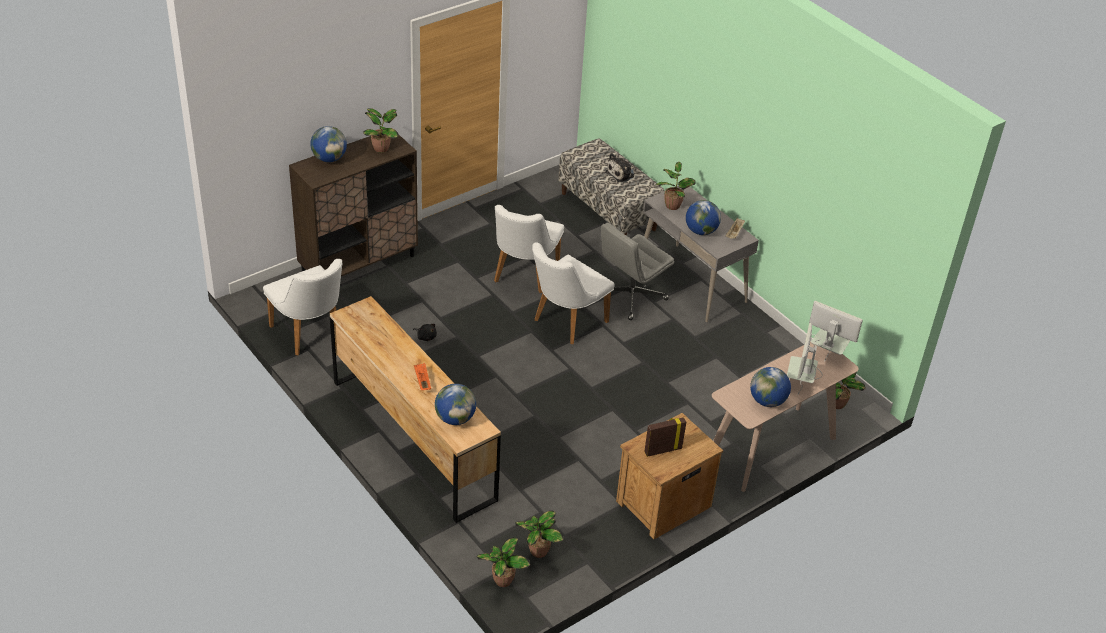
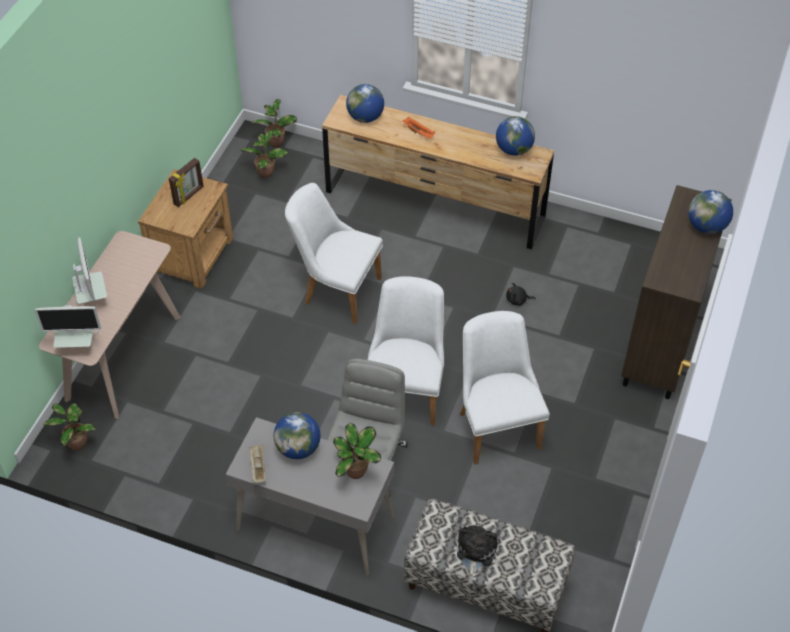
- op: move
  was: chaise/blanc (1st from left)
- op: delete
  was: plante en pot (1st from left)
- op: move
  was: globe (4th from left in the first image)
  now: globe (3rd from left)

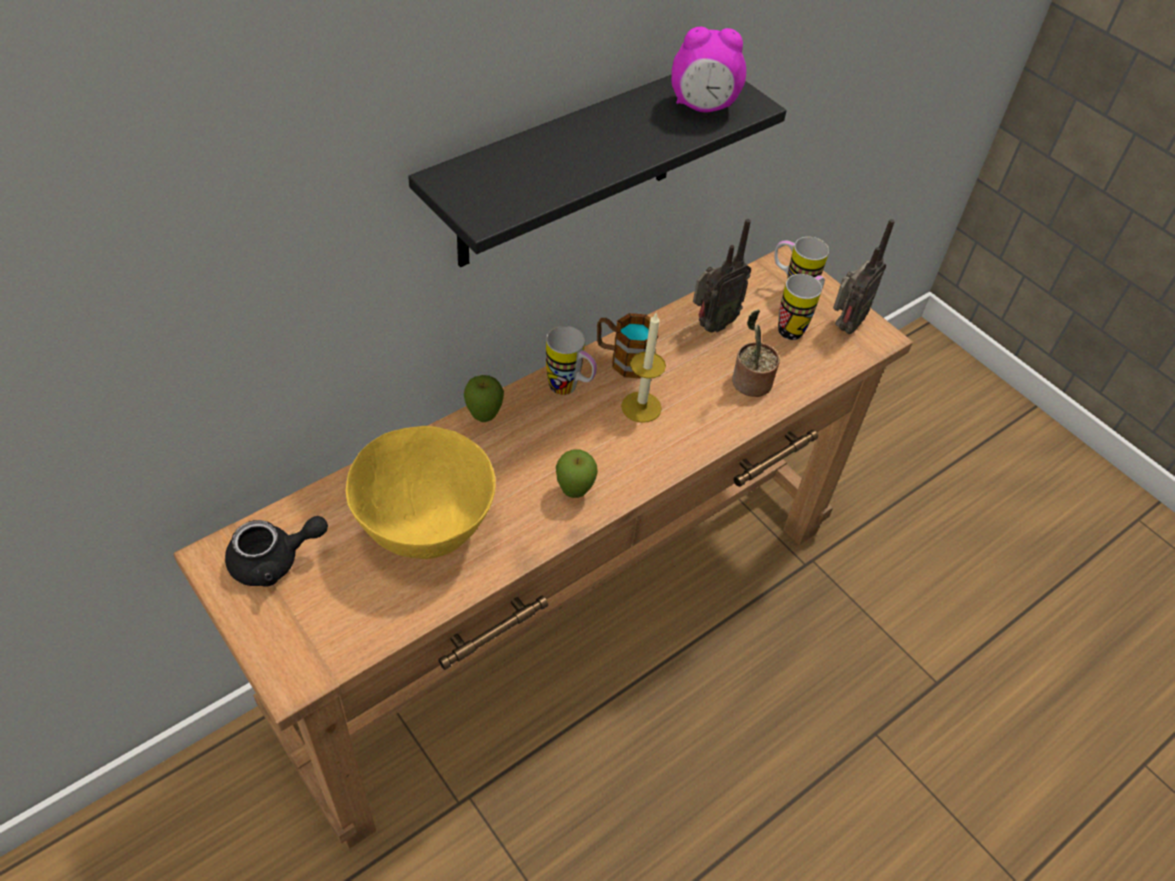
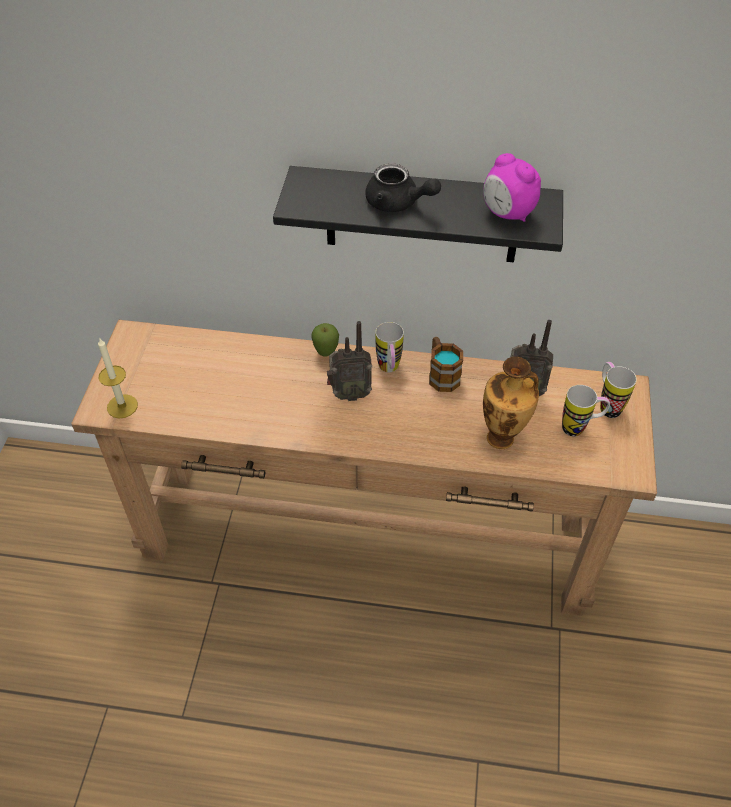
- op: move
  was: théière/noir
- op: delete
  was: bol/jaune
- op: delete
  was: pomme (2nd from left)
- op: move
  was: bougie
- op: replace
  was: plante en pot
  now: vase
- op: move
  was: radio (2nd from left in the first image)
  now: radio (1st from left)

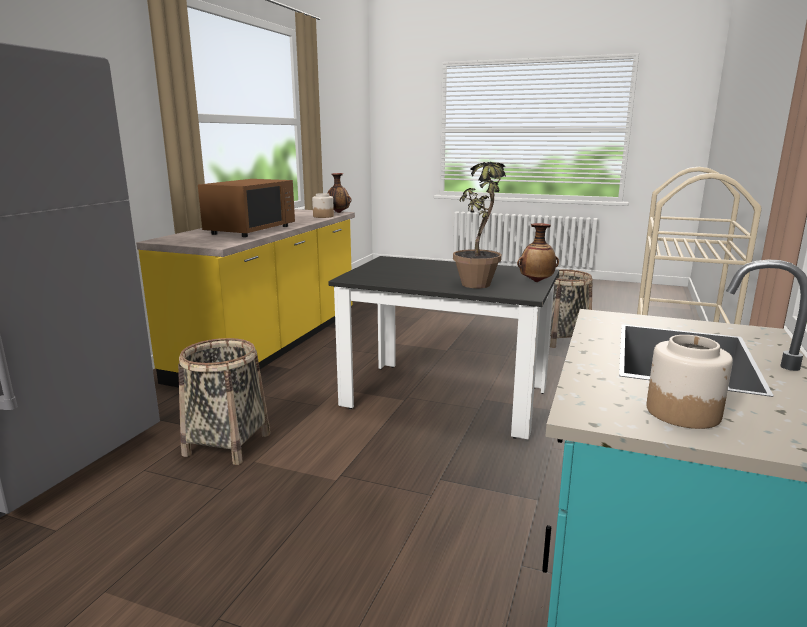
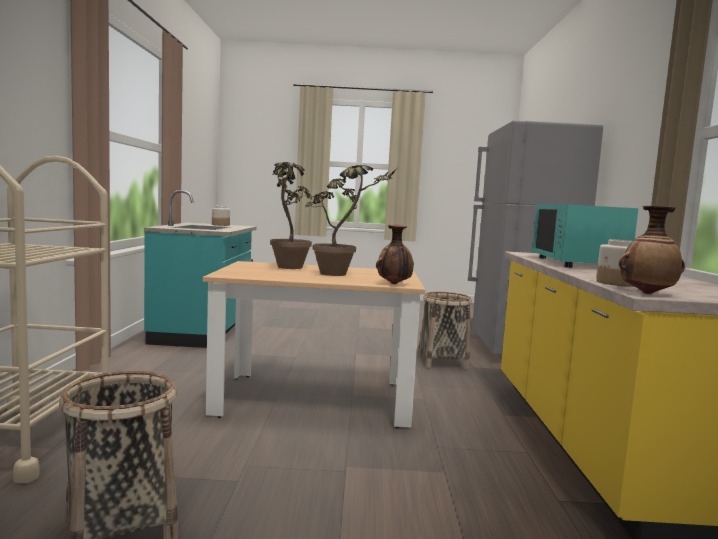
- op: recolor
  was: micro-ondes/marron
  now: micro-ondes/turquoise
- op: recolor
  was: table à manger/noir
  now: table à manger/beige
- op: move
  was: vase (2nd from left in the first image)
  now: vase (1st from left)
- op: insert
  now: plante en pot (2nd from left)

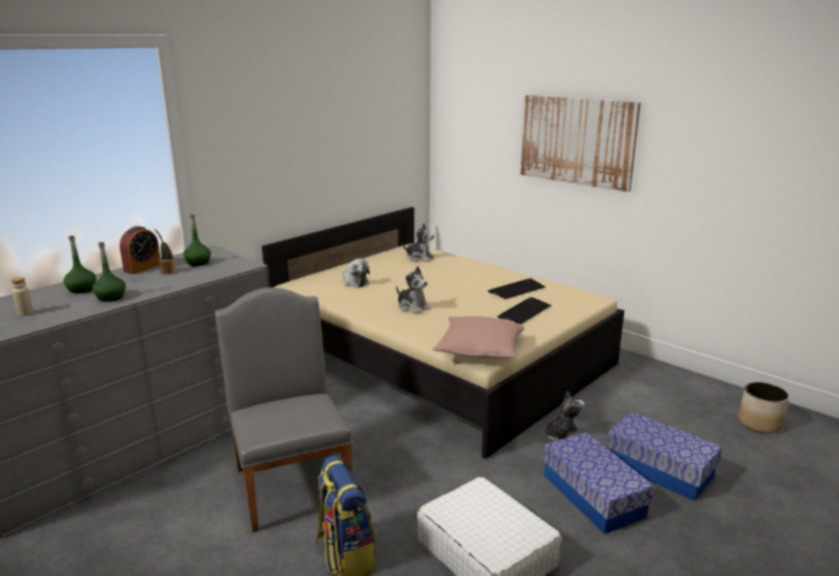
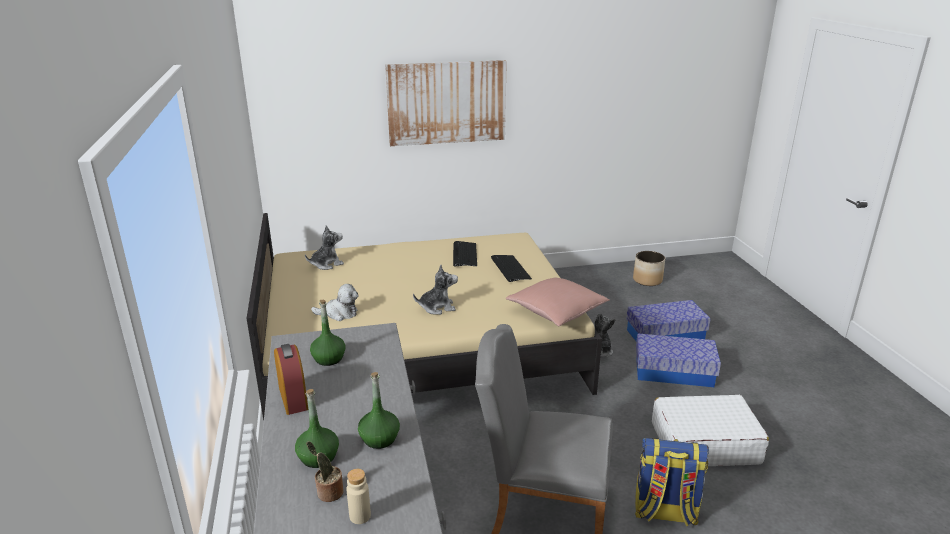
- op: move
  was: plante en pot

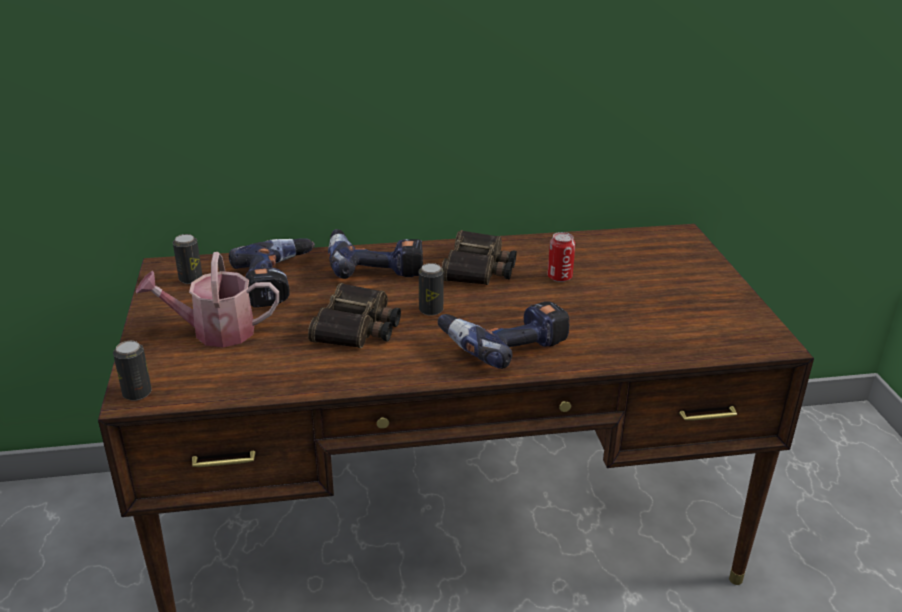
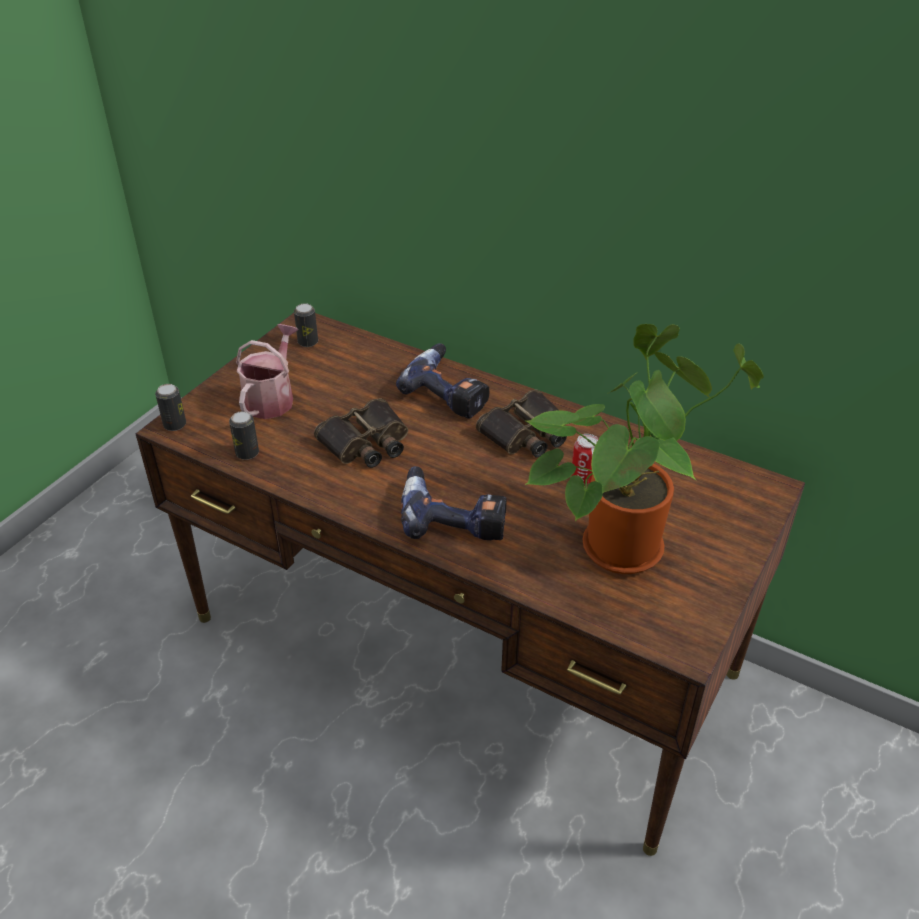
- op: rotate
  was: arrosoir
  clockwise: 75
- op: delete
  was: perceuse (1st from left)
- op: move
  was: boîte métallique (3rd from left in the first image)
  now: boîte métallique (2nd from left)
- op: insert
  now: plante en pot

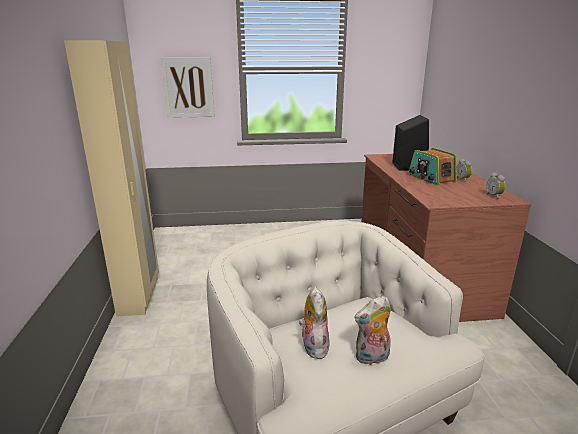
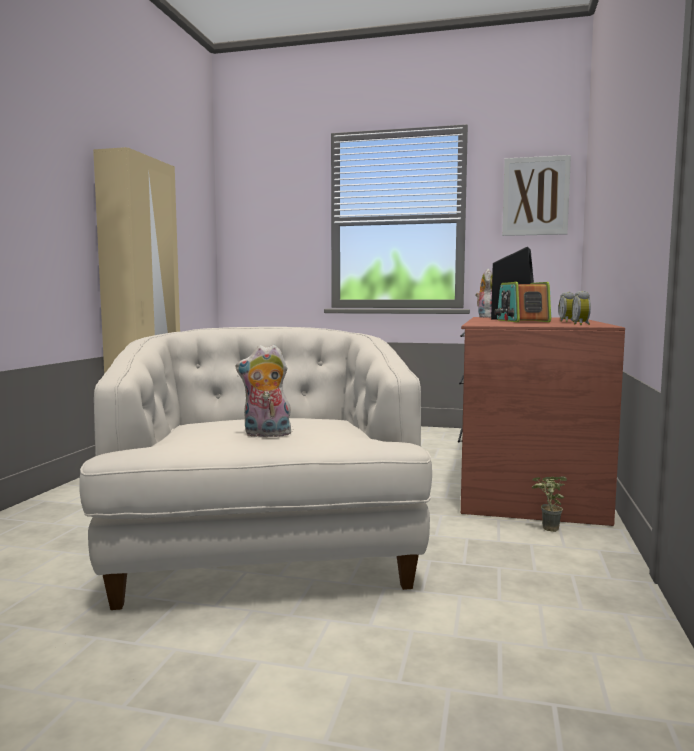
- op: move
  was: tableau
- op: move
  was: peluche (1st from left in the first image)
  now: peluche (2nd from left)
- op: insert
  now: plante en pot

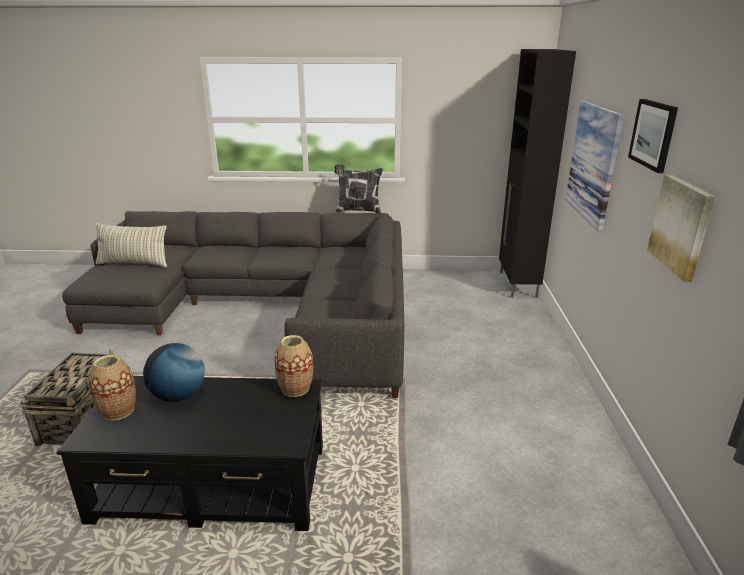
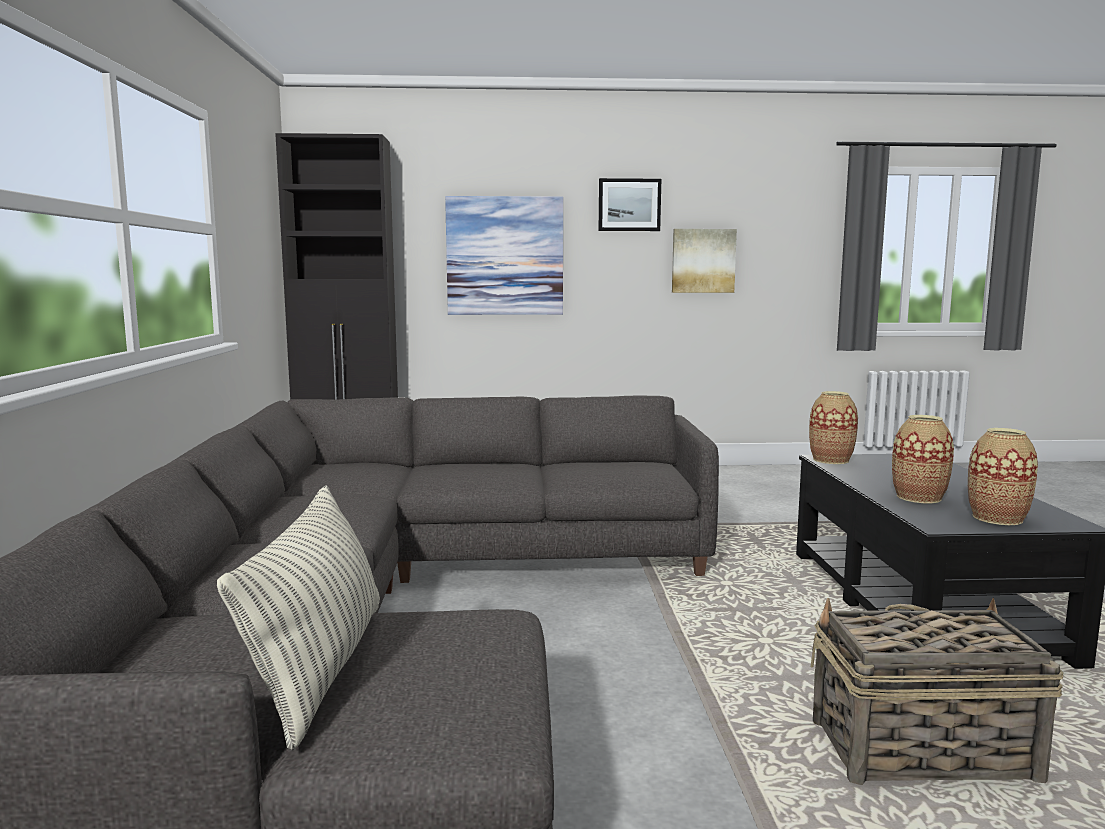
- op: replace
  was: globe
  now: vase (2nd from left)
- op: delete
  was: coussin (2nd from left)

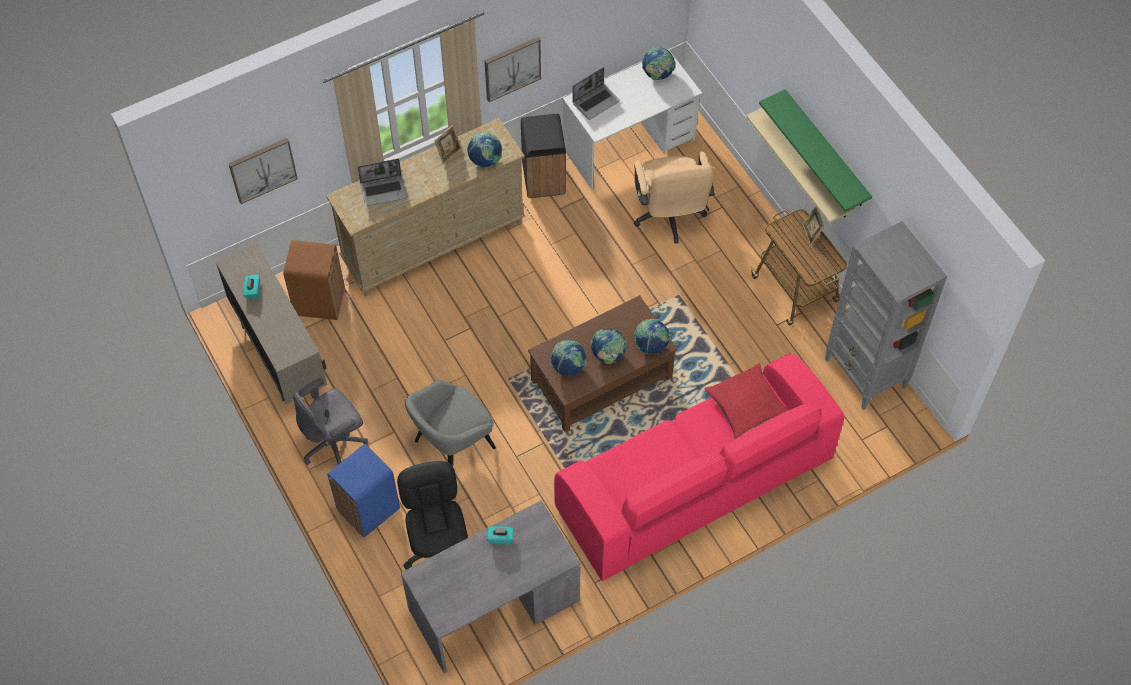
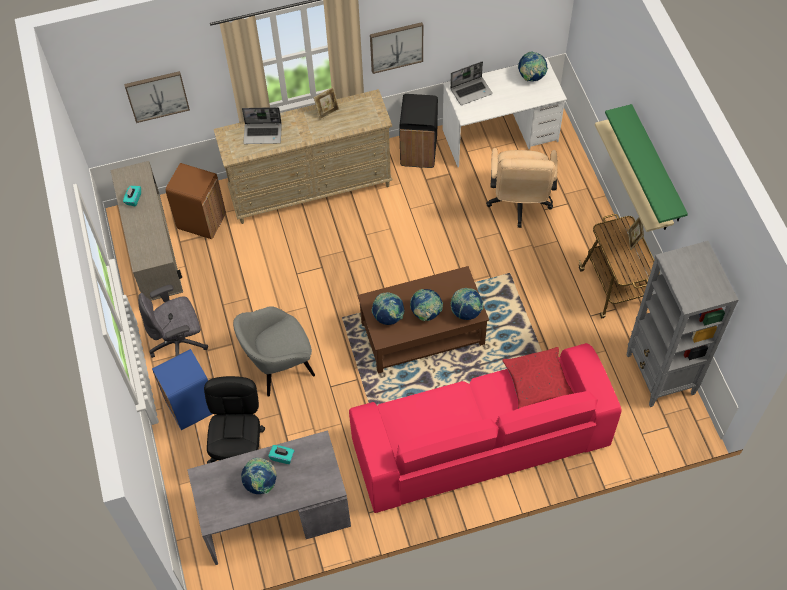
- op: move
  was: globe (1st from left)

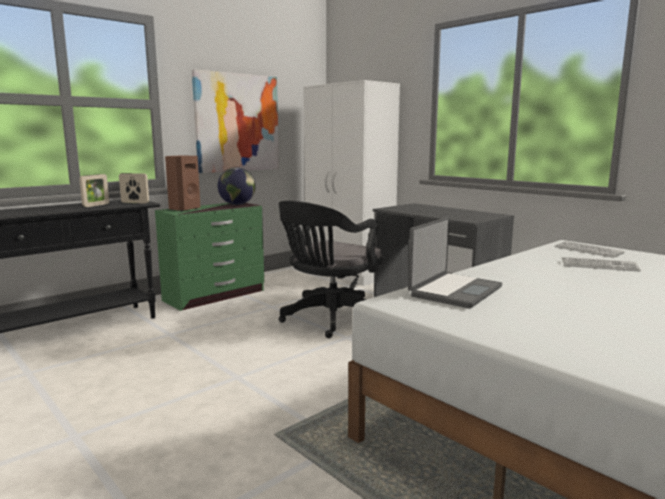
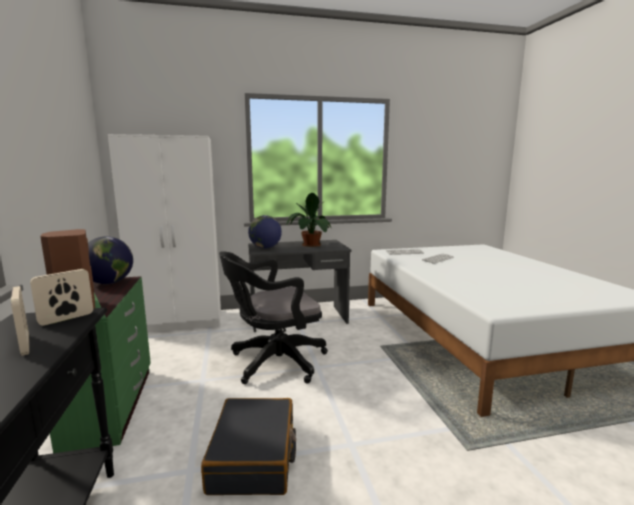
- op: delete
  was: tableau
- op: rotate
  was: chaise de bureau/noir
  clockwise: 90
- op: delete
  was: ordinateur portable
- op: insert
  now: valise/noir
- op: insert
  now: globe (2nd from left)
- op: insert
  now: plante en pot

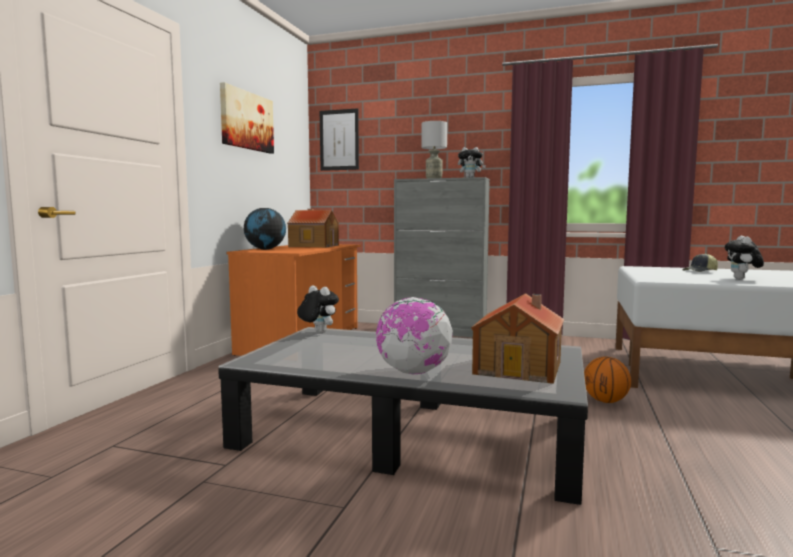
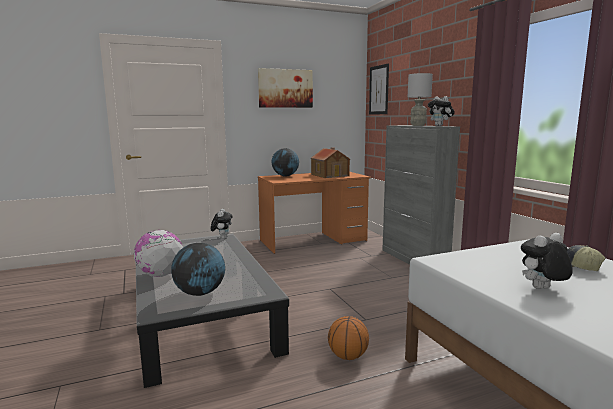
- op: replace
  was: maison miniature (2nd from left)
  now: globe (2nd from left)

